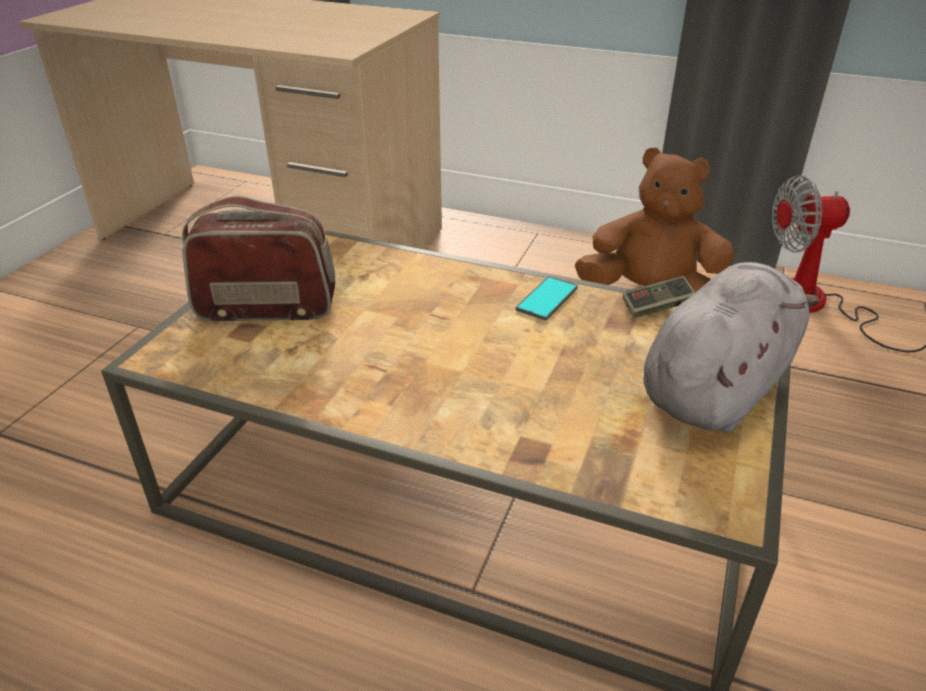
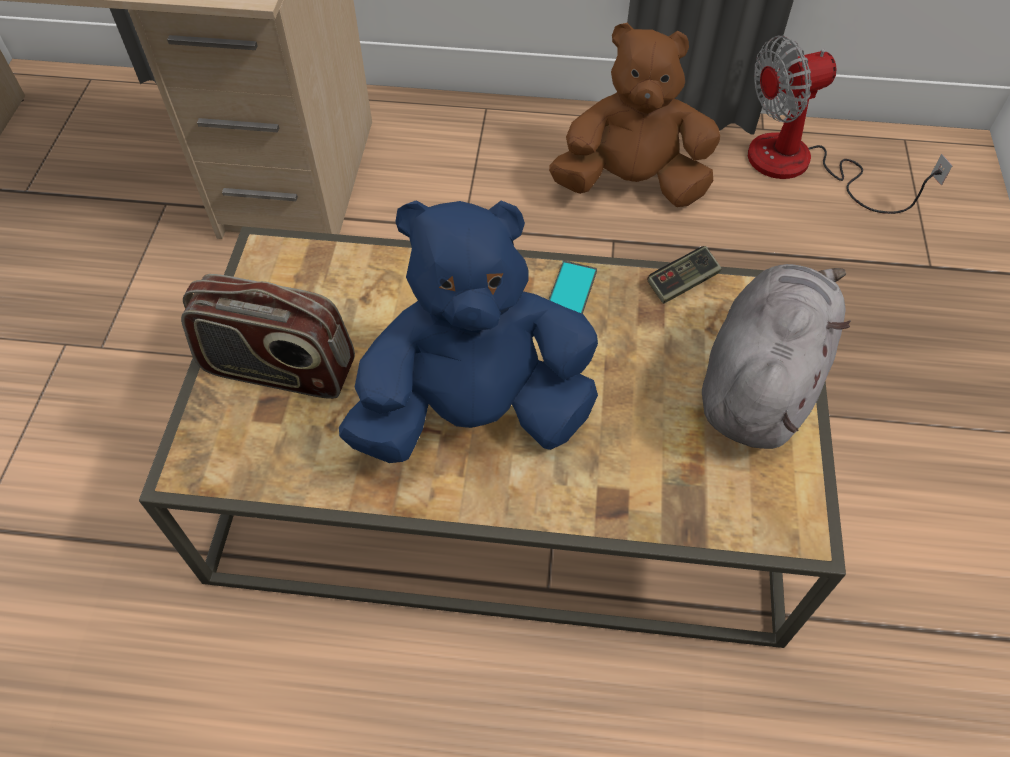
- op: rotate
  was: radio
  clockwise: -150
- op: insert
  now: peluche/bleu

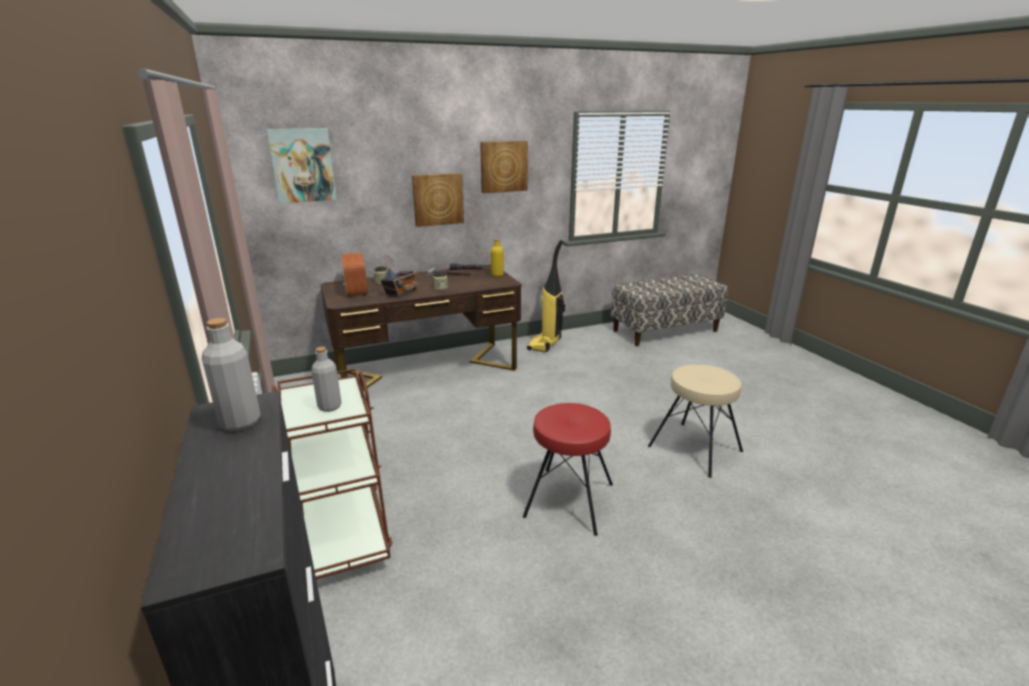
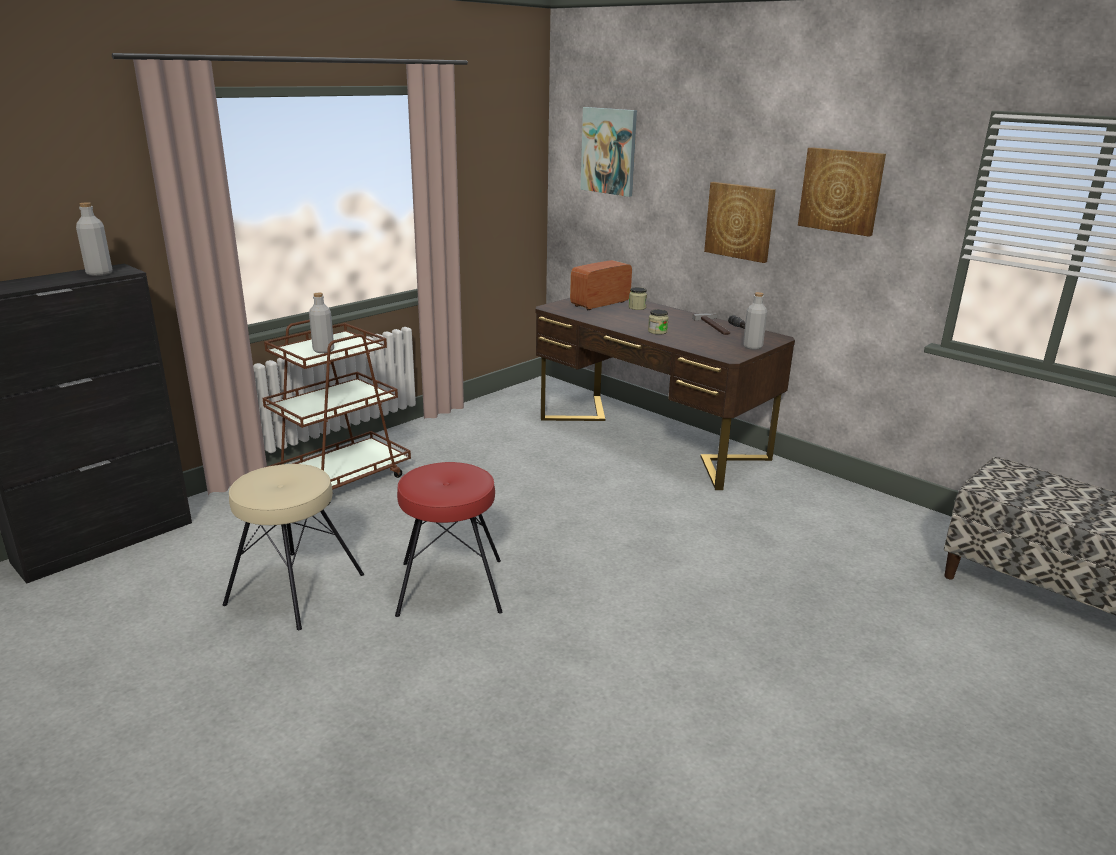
- op: delete
  was: radio (2nd from left)
- op: recolor
  was: bouteille/jaune
  now: bouteille/gris (3rd from left)
- op: delete
  was: aspirateur
- op: move
  was: tabouret/beige

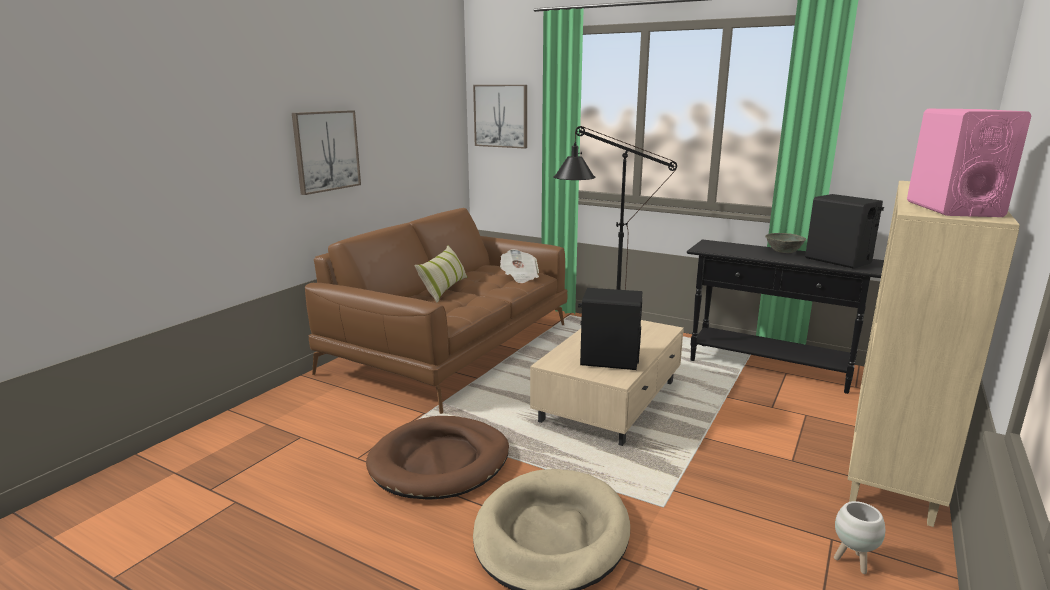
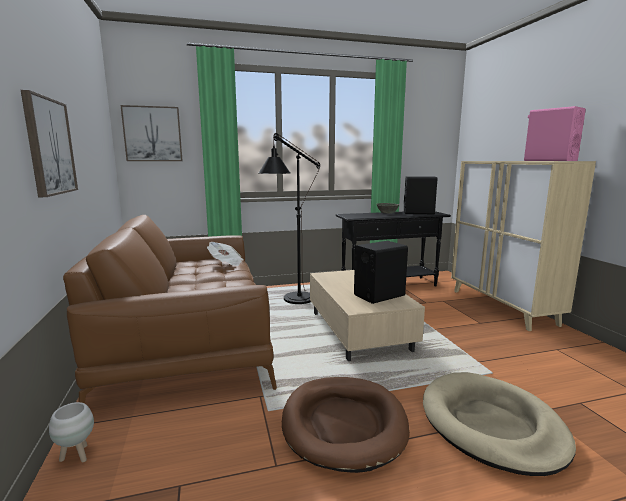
- op: delete
  was: coussin
- op: move
  was: cache-pot/blanc

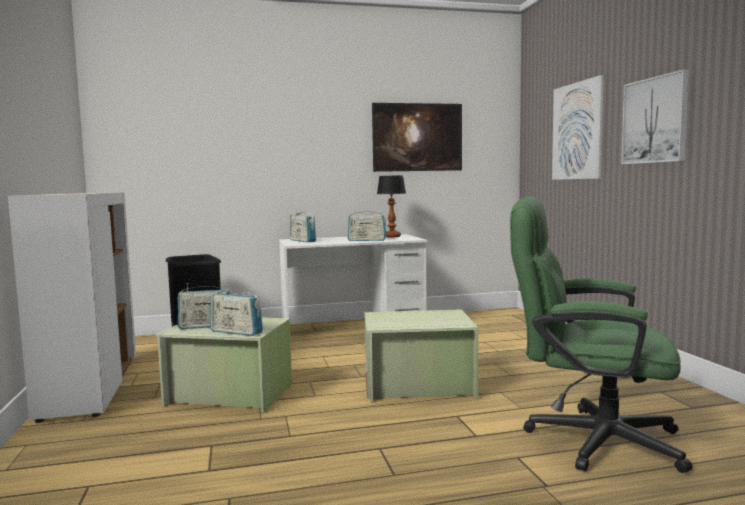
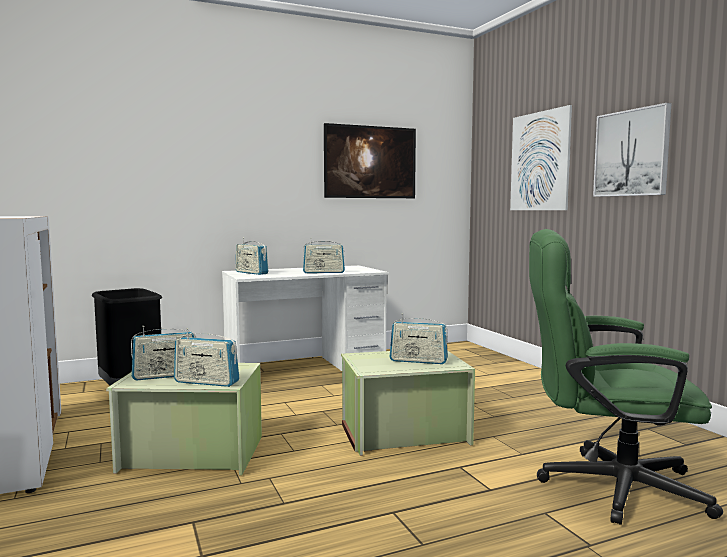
- op: delete
  was: lampe de table
- op: insert
  now: radio (5th from left)

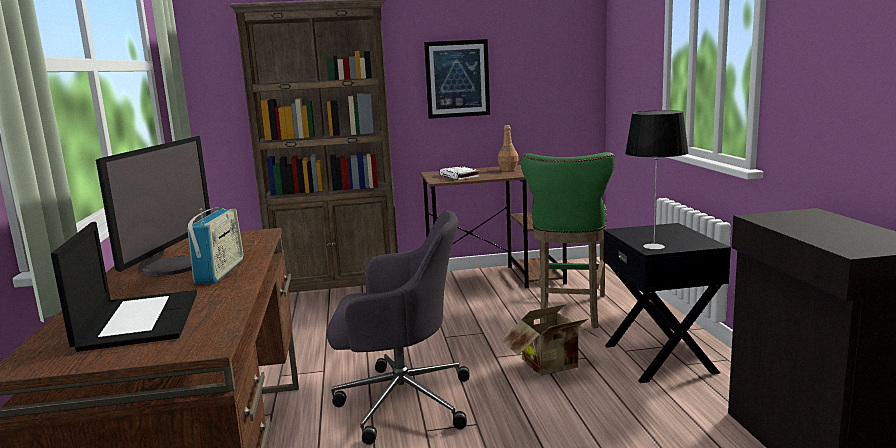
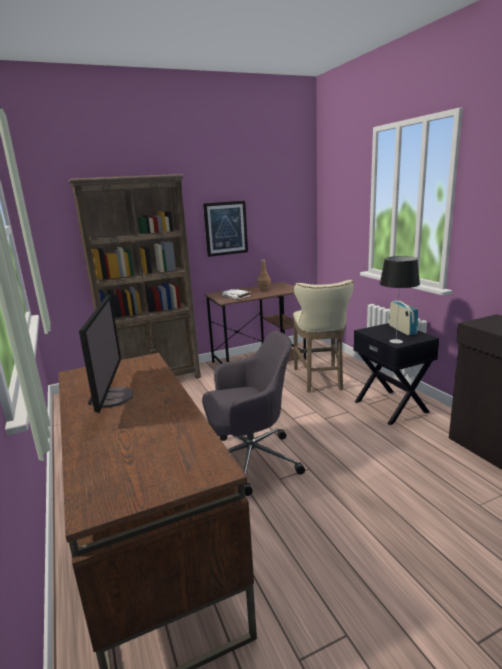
- op: delete
  was: ordinateur portable
- op: move
  was: radio
- op: delete
  was: carton
- op: recolor
  was: tabouret/vert
  now: tabouret/beige

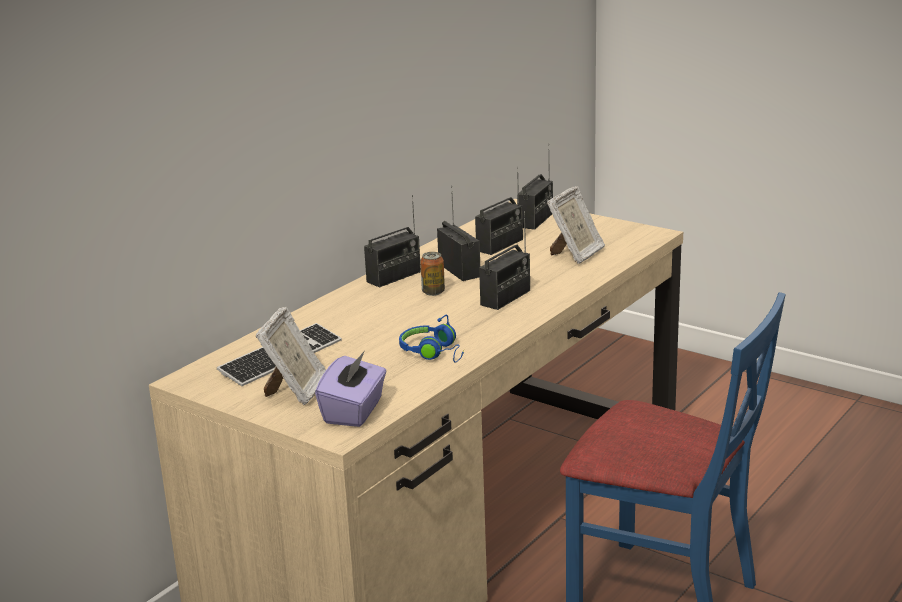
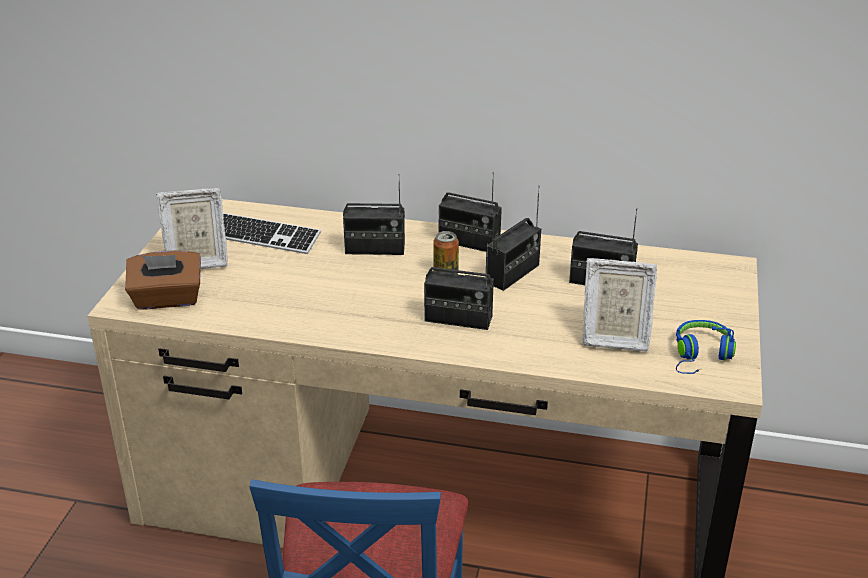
- op: recolor
  was: boîte à mouchoirs/violet
  now: boîte à mouchoirs/marron
- op: move
  was: casque audio/bleu
- op: move
  was: radio (5th from left in the first image)
  now: radio (1st from left)

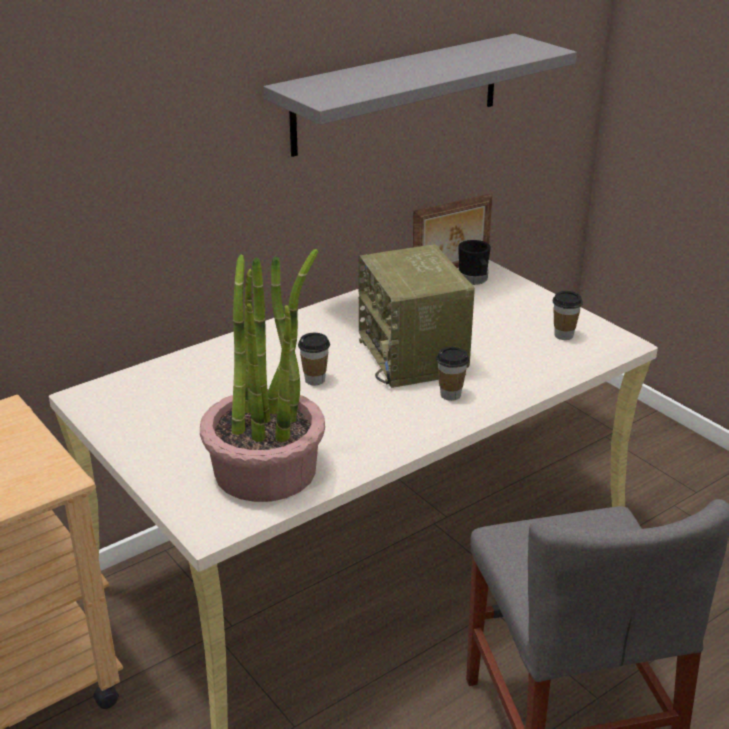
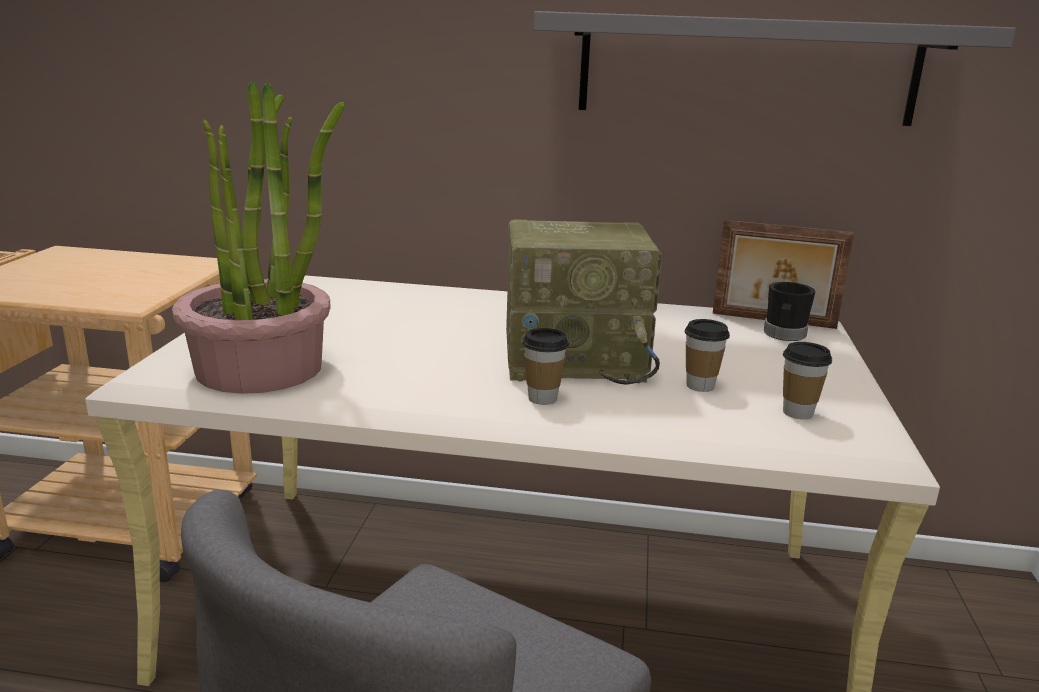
- op: move
  was: tasse (1st from left in the first image)
  now: tasse (2nd from left)
- op: rotate
  was: radio
  clockwise: -120

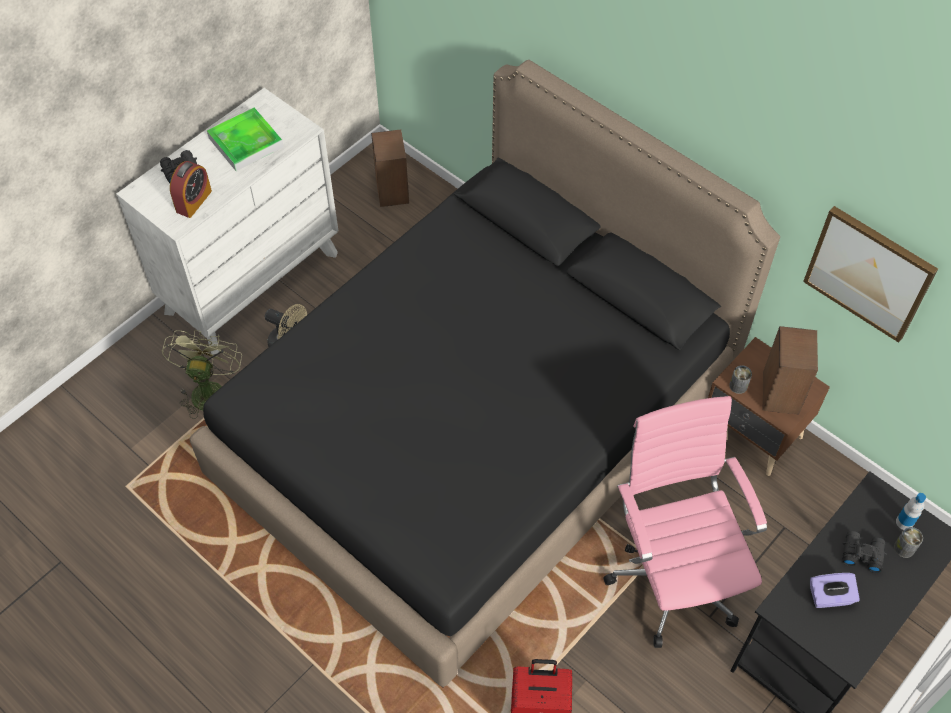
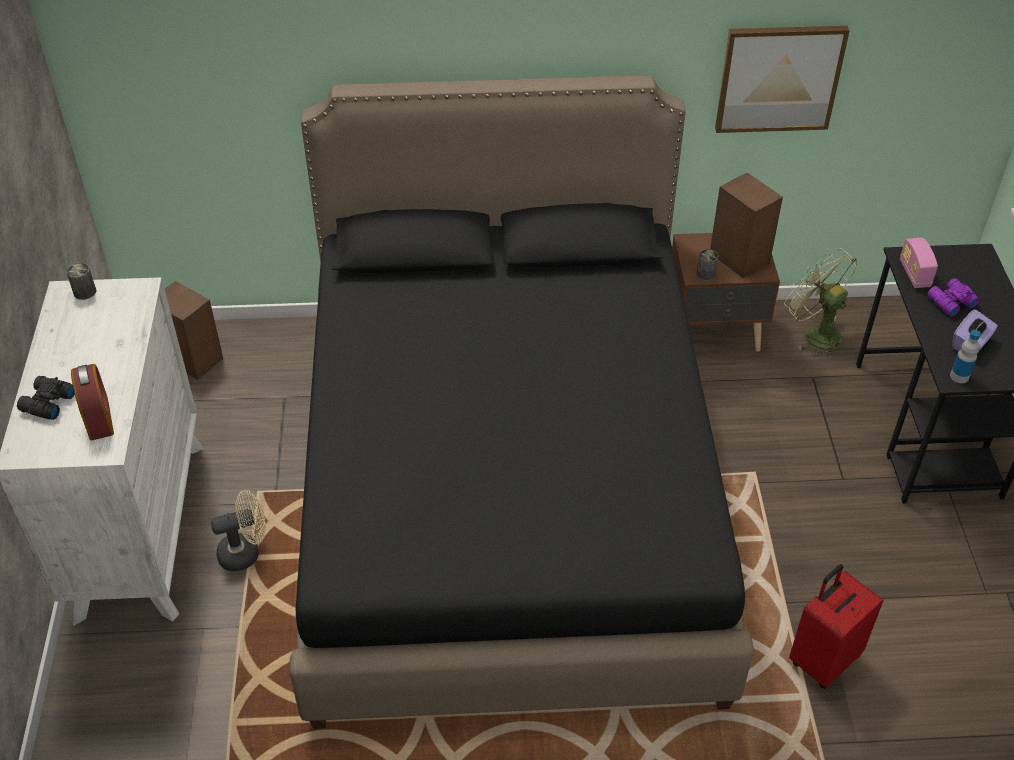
- op: move
  was: ventilateur/vert
- op: delete
  was: plateau
- op: delete
  was: chaise de bureau/rose
- op: recolor
  was: jumelles/noir (2nd from left)
  now: jumelles/violet
- op: move
  was: boîte métallique (2nd from left in the first image)
  now: boîte métallique (1st from left)
- op: move
  was: bouteille
- op: insert
  now: radio

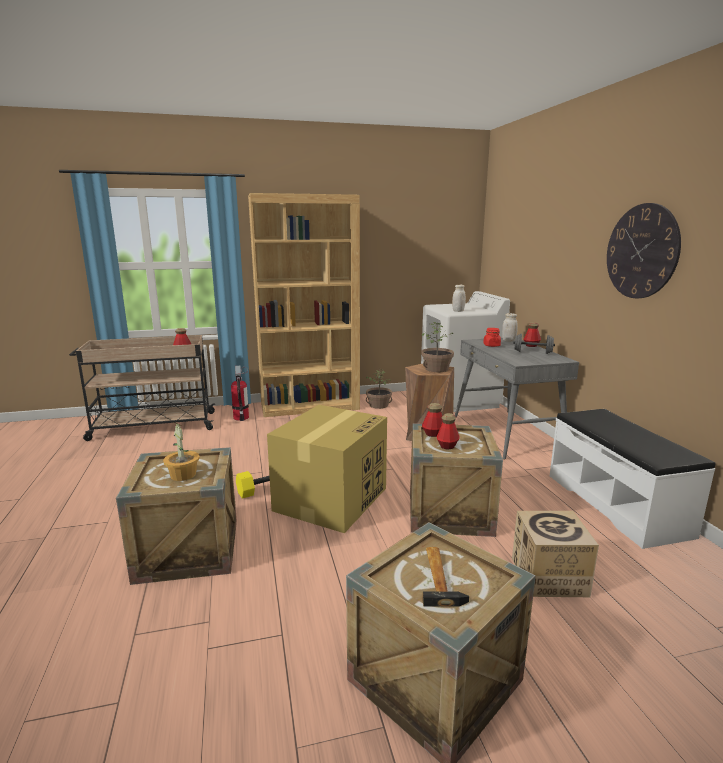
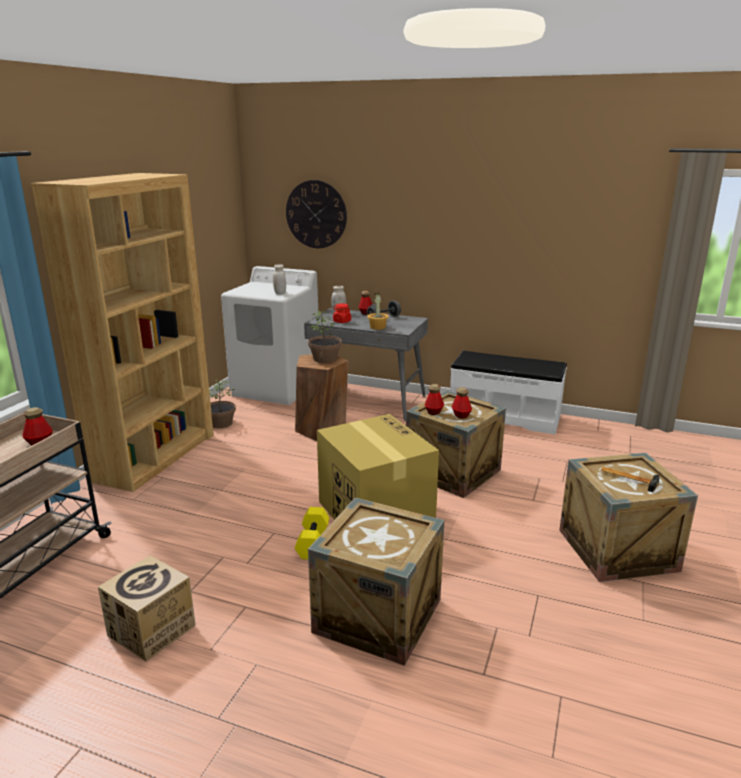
- op: move
  was: plante en pot (1st from left in the first image)
  now: plante en pot (3rd from left)
- op: delete
  was: extincteur
- op: move
  was: carton (2nd from left in the first image)
  now: carton (1st from left)
- op: move
  was: horloge murale

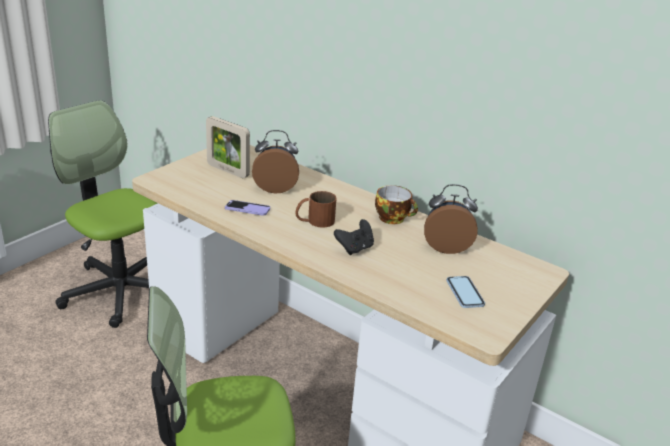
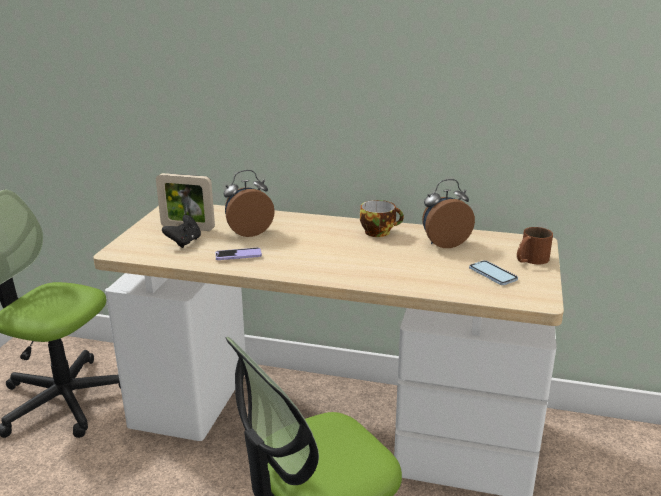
- op: move
  was: mug/marron
- op: move
  was: manette/noir

